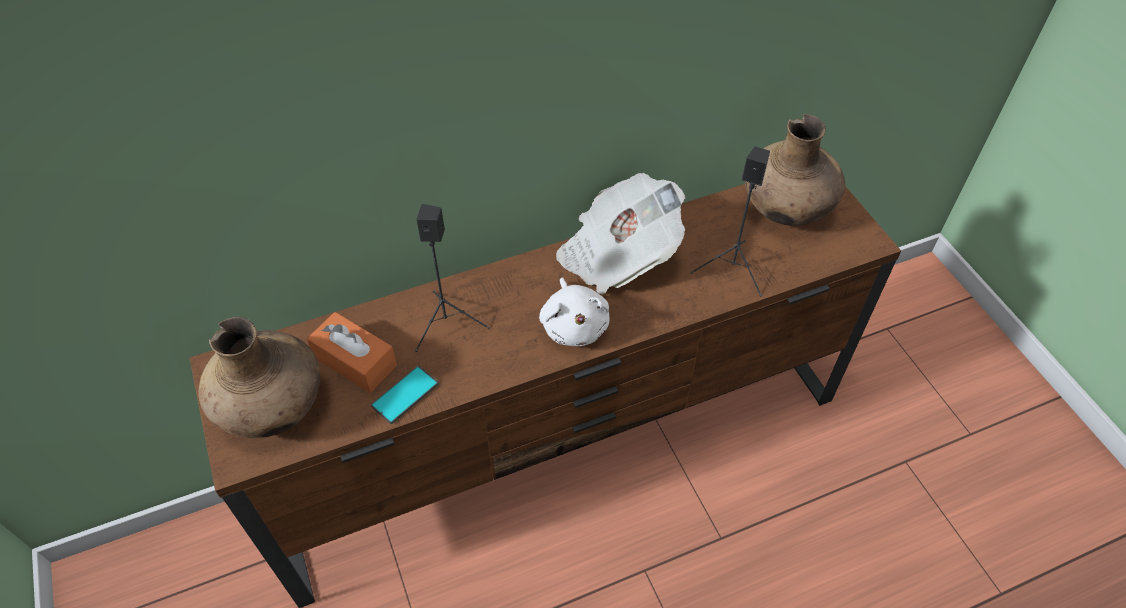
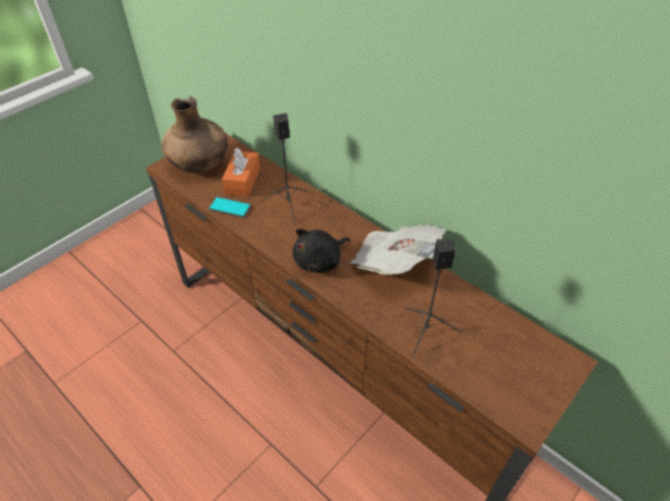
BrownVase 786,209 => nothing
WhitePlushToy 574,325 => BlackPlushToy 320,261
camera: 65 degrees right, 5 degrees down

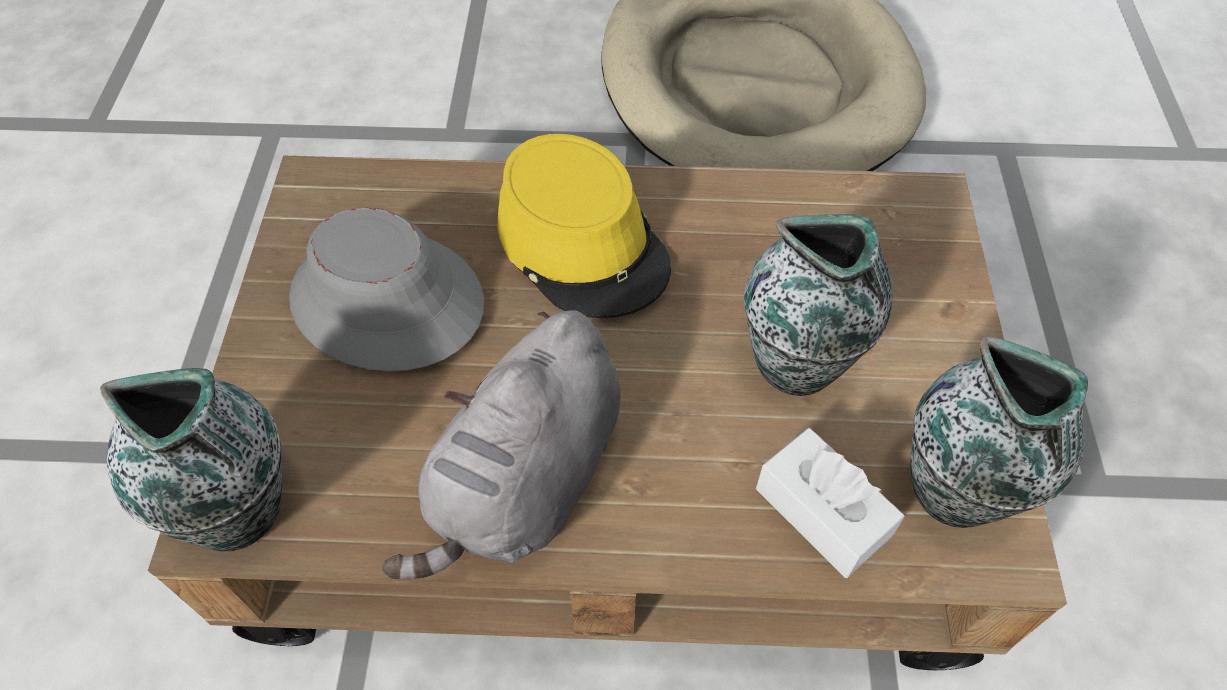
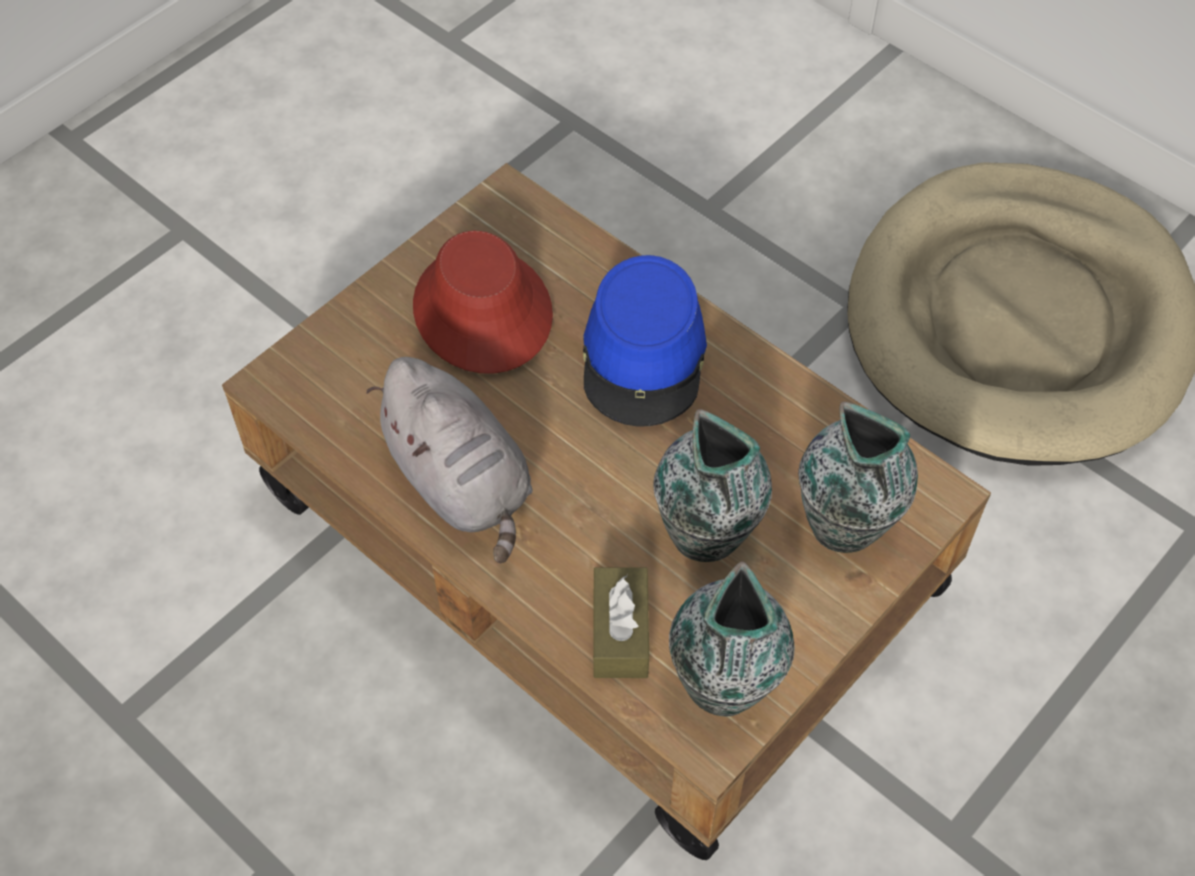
Vase 240,510 => Vase 845,525, relocated
GreyHat 386,301 => RedHat 482,311
YellowHat 583,243 => BlueHat 644,356
WhiteTissueBox 822,513 => BrownTissueBox 620,632
GreyPlushToy 526,482 => GreyPlushToy 461,483, 105 degrees counterclockwise
camera: 40 degrees right, 0 degrees up

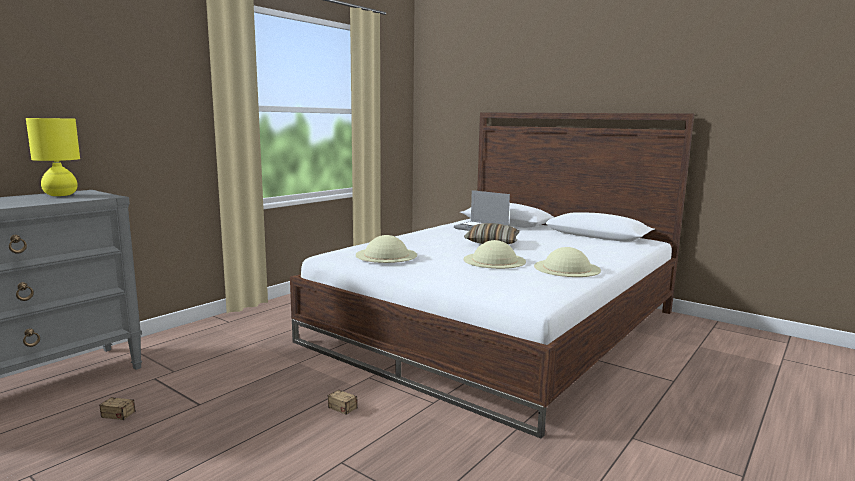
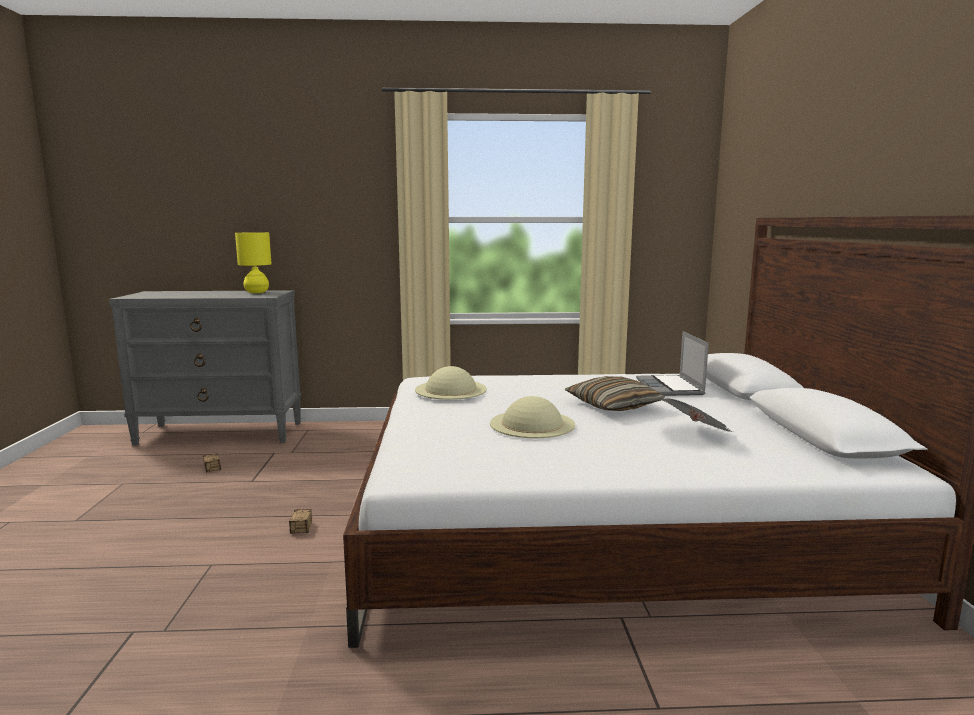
BeigeHat 567,268 => nothing
nothing => Newspaper 697,434
camera: 50 degrees right, 0 degrees up

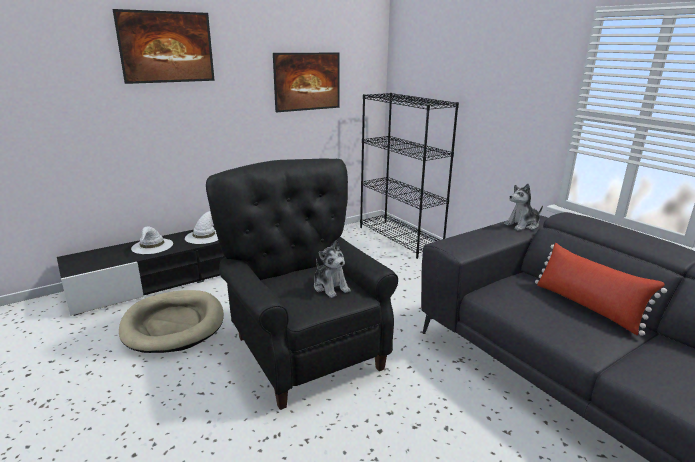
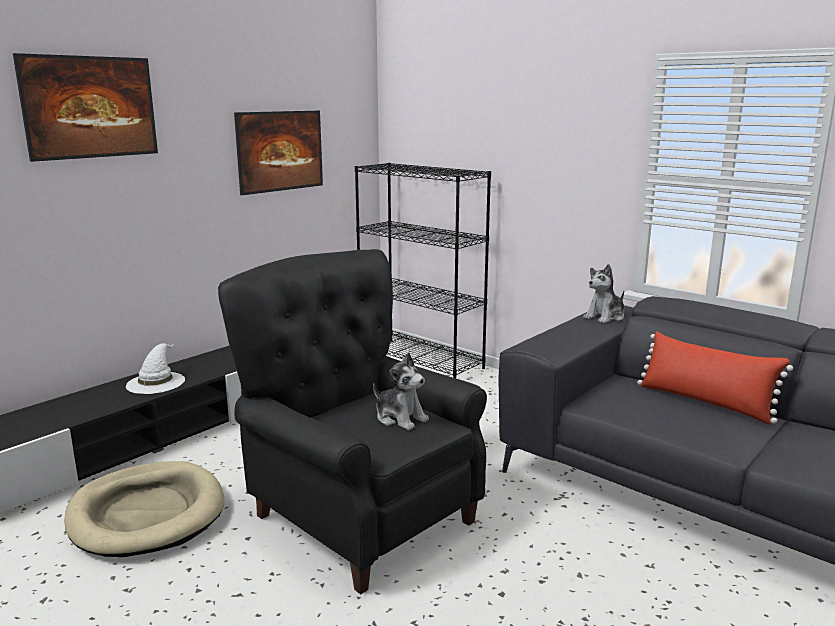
WhiteHat 152,246 => nothing
camera: 15 degrees left, 5 degrees down

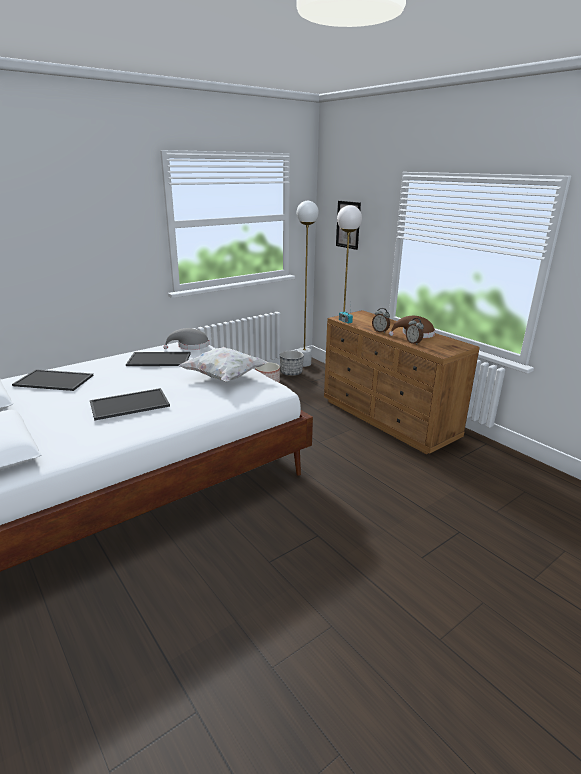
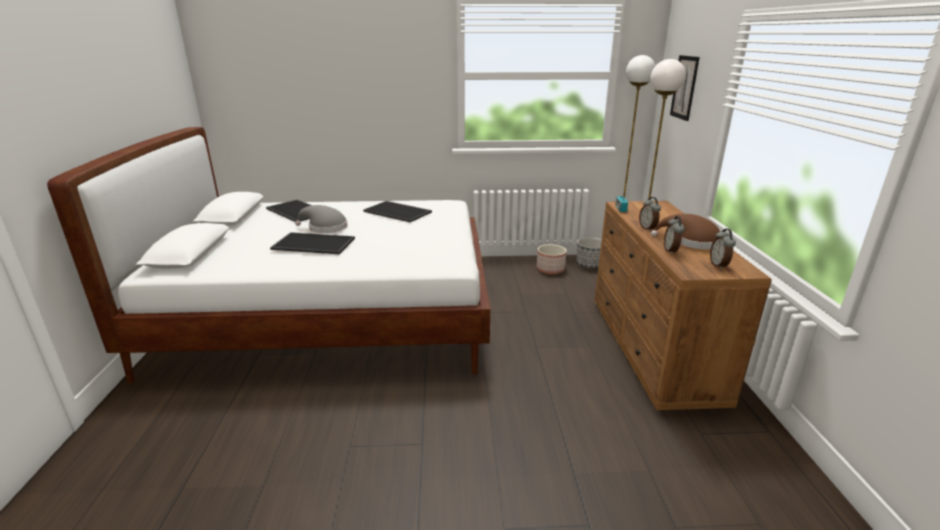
WhitePillow 225,377 => nothing
nothing => AlarmClock 719,265
GreyHat 191,346 => GreyHat 325,228, relocated
camera: 35 degrees right, 0 degrees up

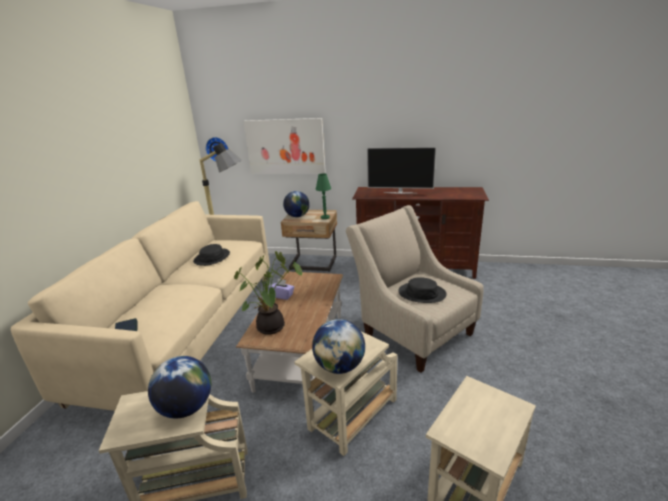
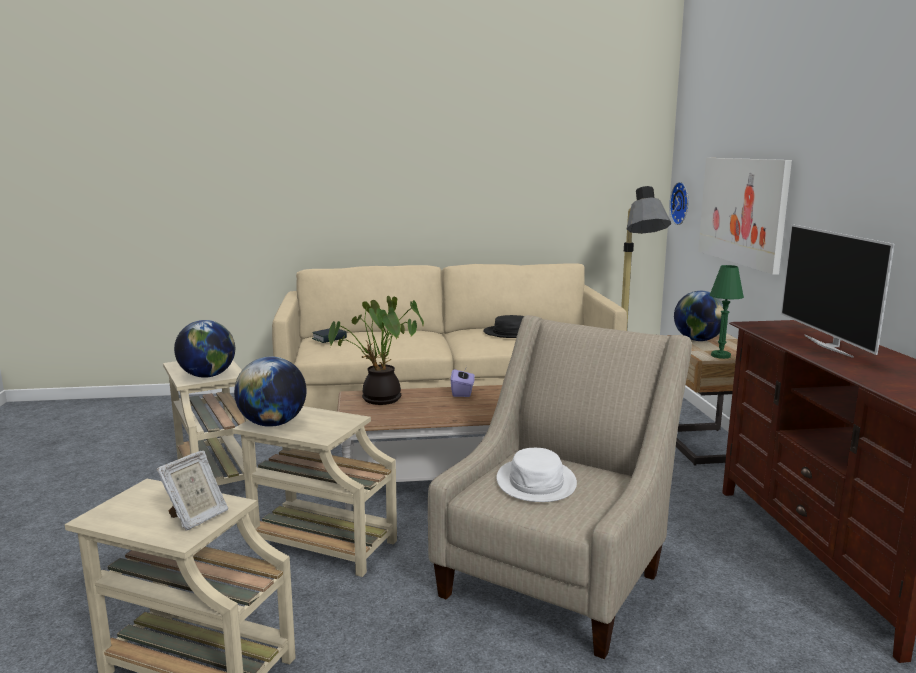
nothing => PictureFrame 196,518
BlackHat 422,293 => WhiteHat 536,482
camera: 70 degrees right, 10 degrees down

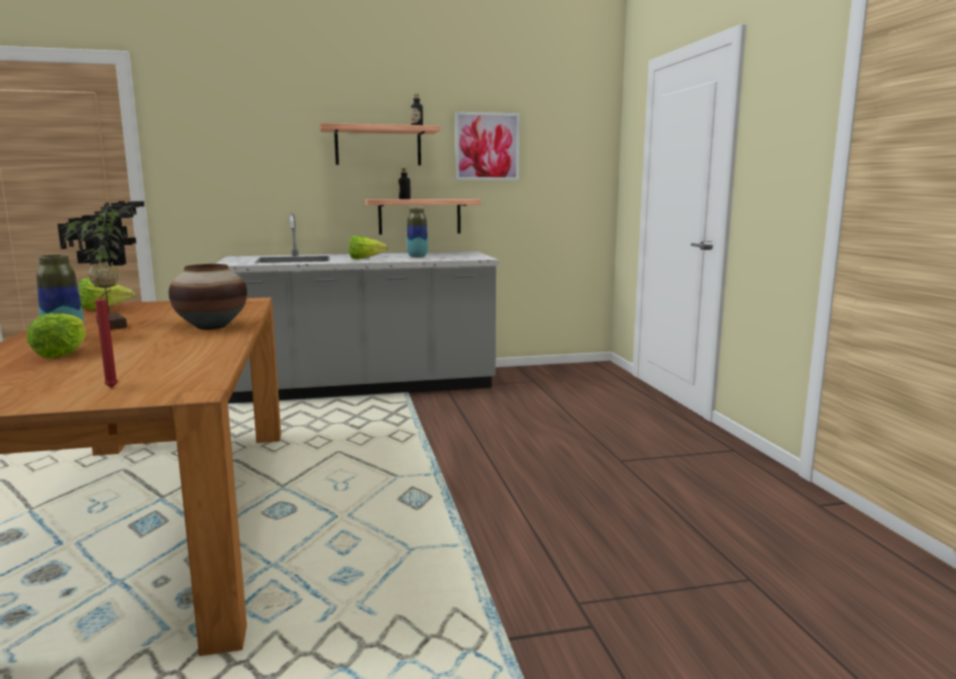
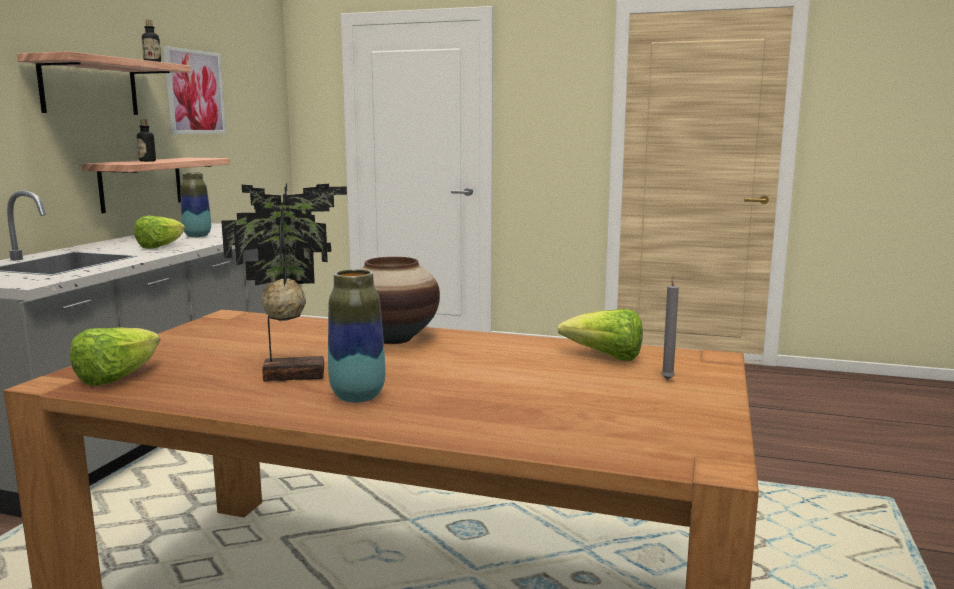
Lettuce 63,353 => Lettuce 605,357, relocated
RedCandle 114,387 => GreyCandle 667,379
camera: 60 degrees left, 0 degrees up

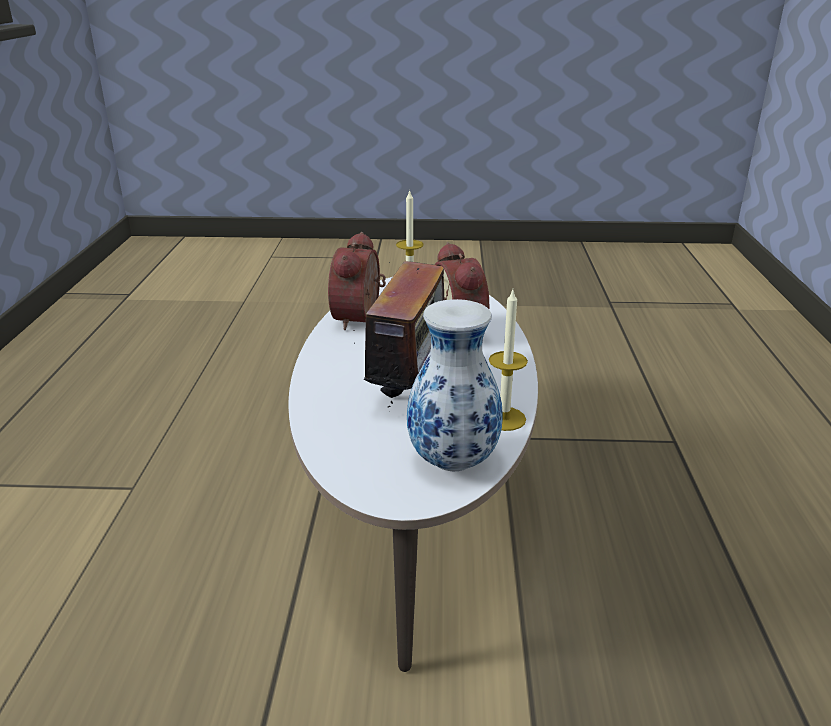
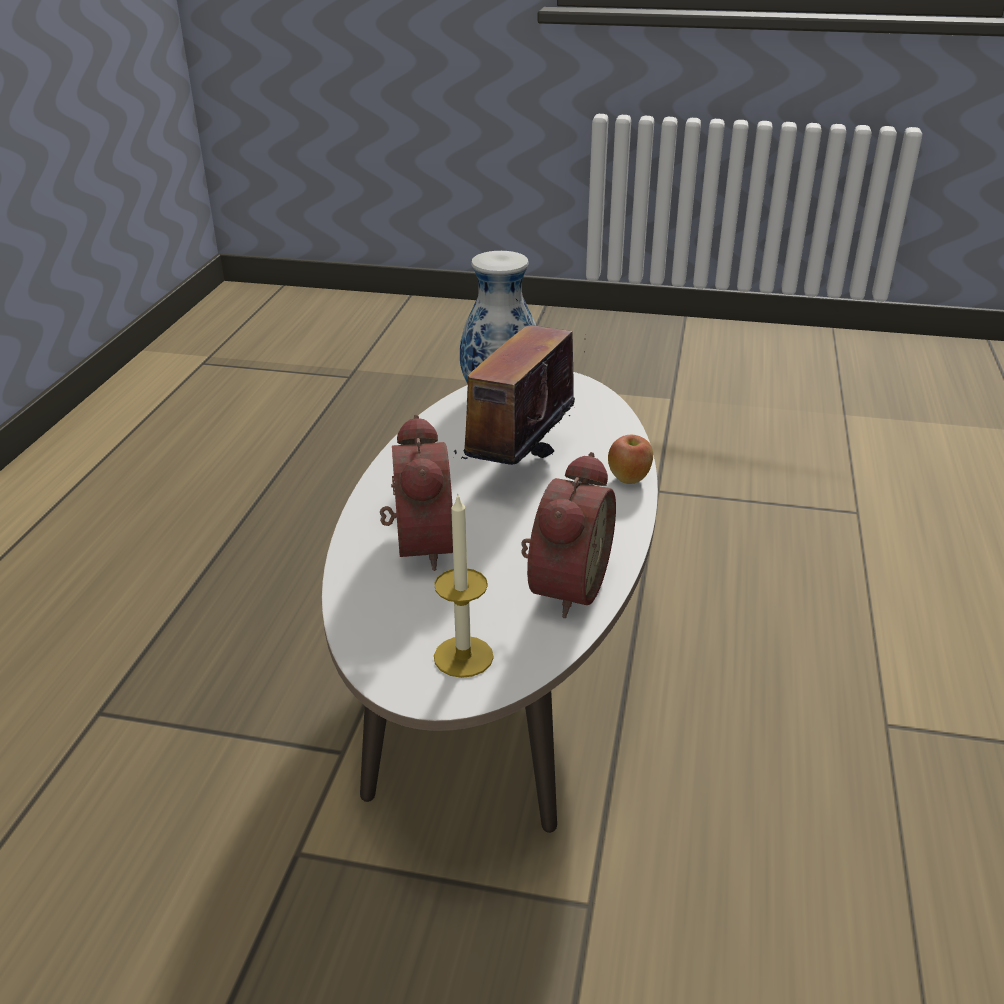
Candle 504,418 => nothing
nothing => Apple 629,478
camera: 170 degrees left, 5 degrees up

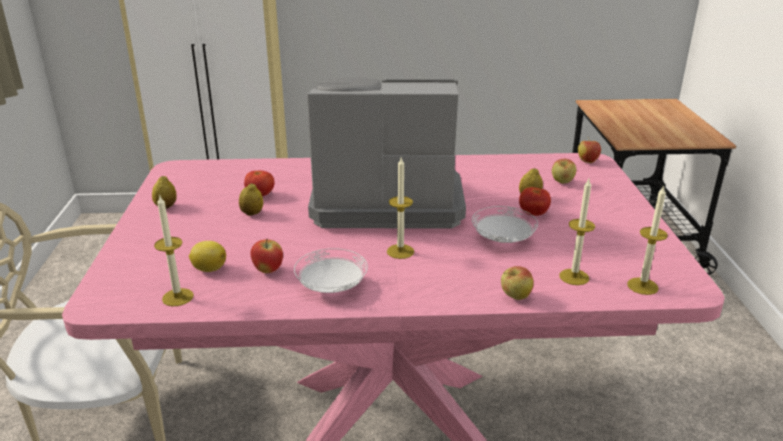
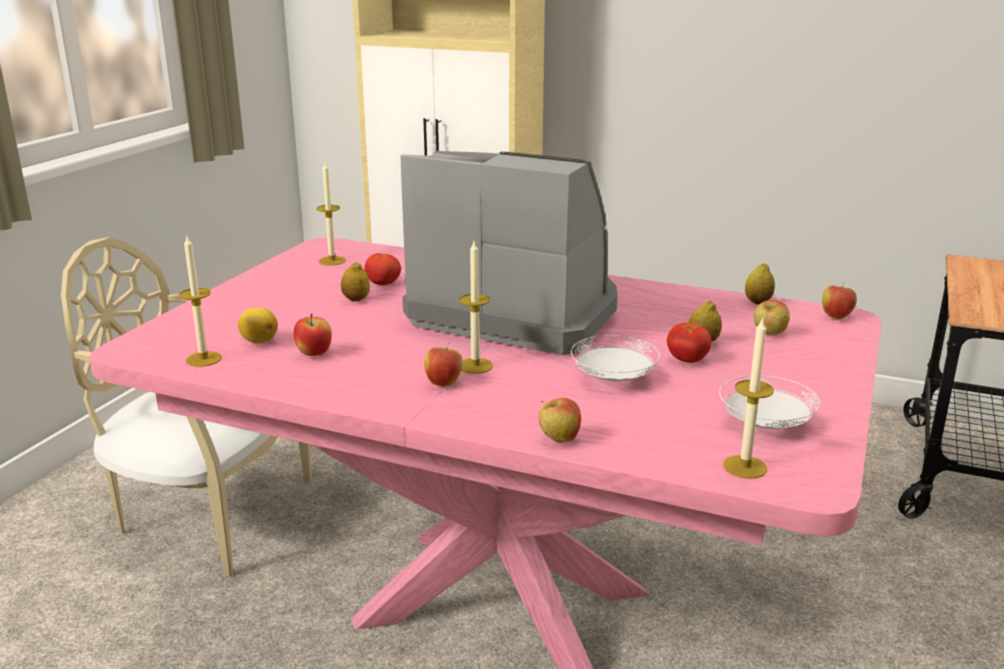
nothing => Apple 444,383
Lemon 166,206 => Lemon 758,302, relocated
WhitePlate 331,287 => WhitePlate 765,425, relocated
Candle 574,277 => Candle 332,261, relocated
camera: 25 degrees right, 5 degrees down

